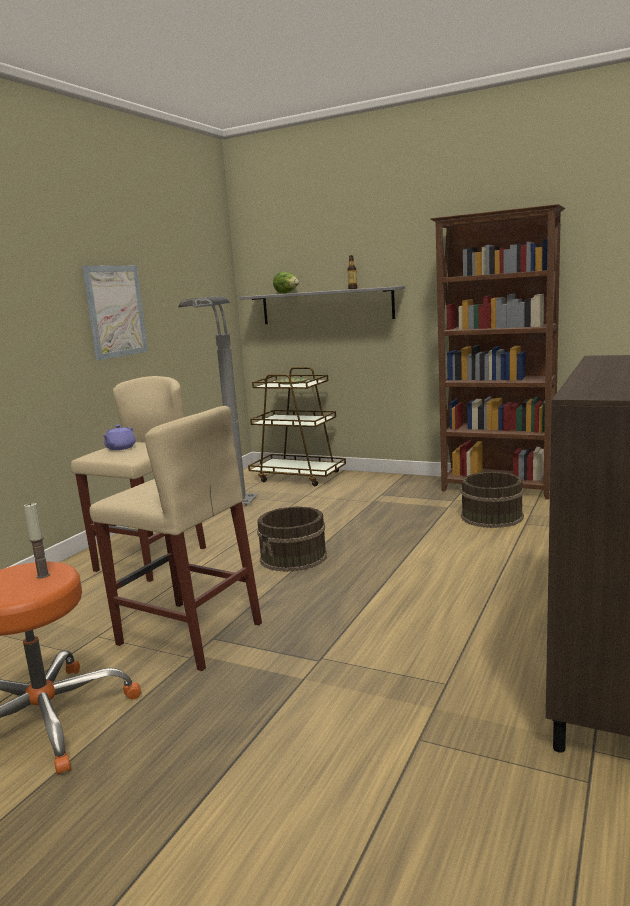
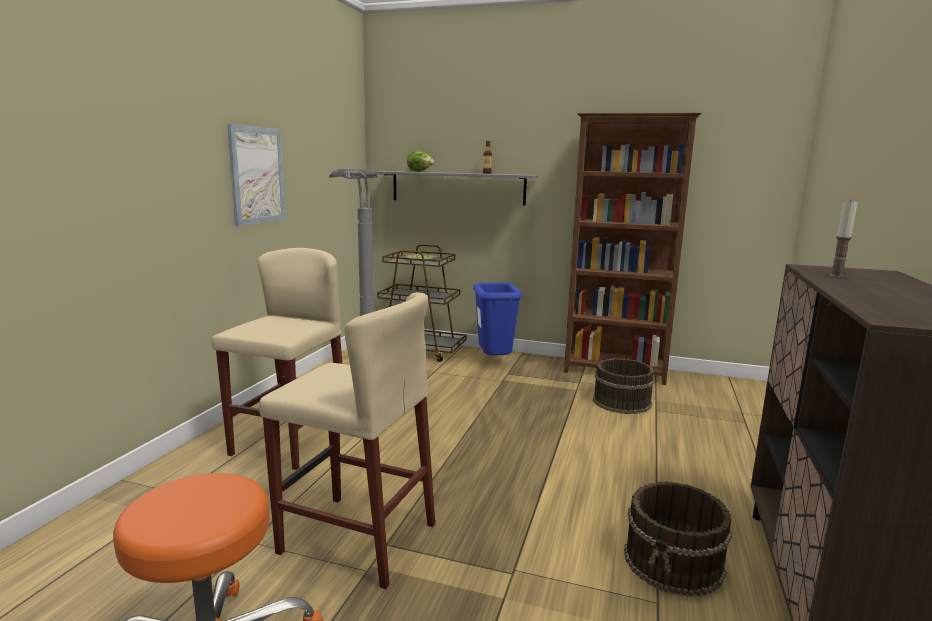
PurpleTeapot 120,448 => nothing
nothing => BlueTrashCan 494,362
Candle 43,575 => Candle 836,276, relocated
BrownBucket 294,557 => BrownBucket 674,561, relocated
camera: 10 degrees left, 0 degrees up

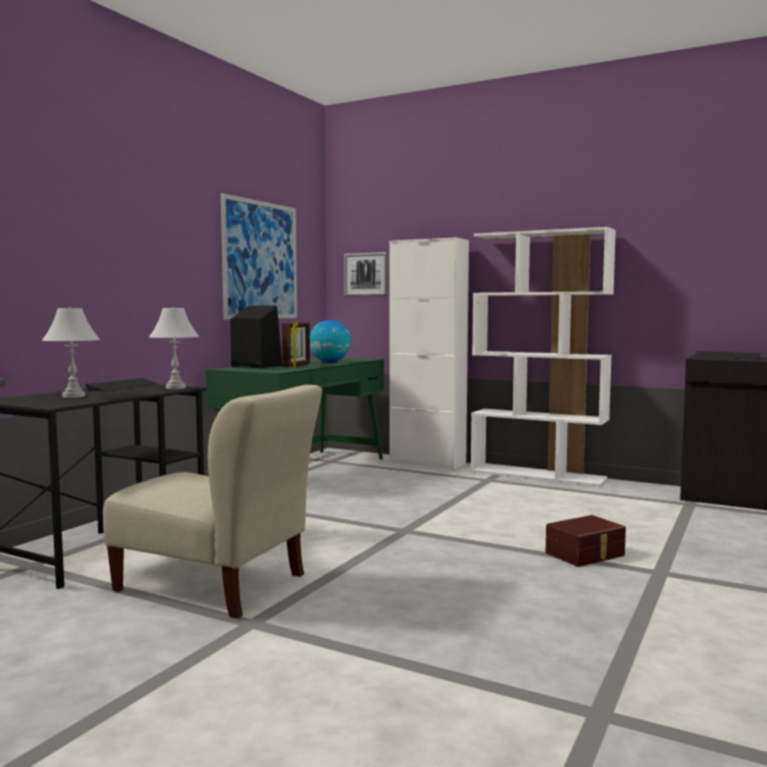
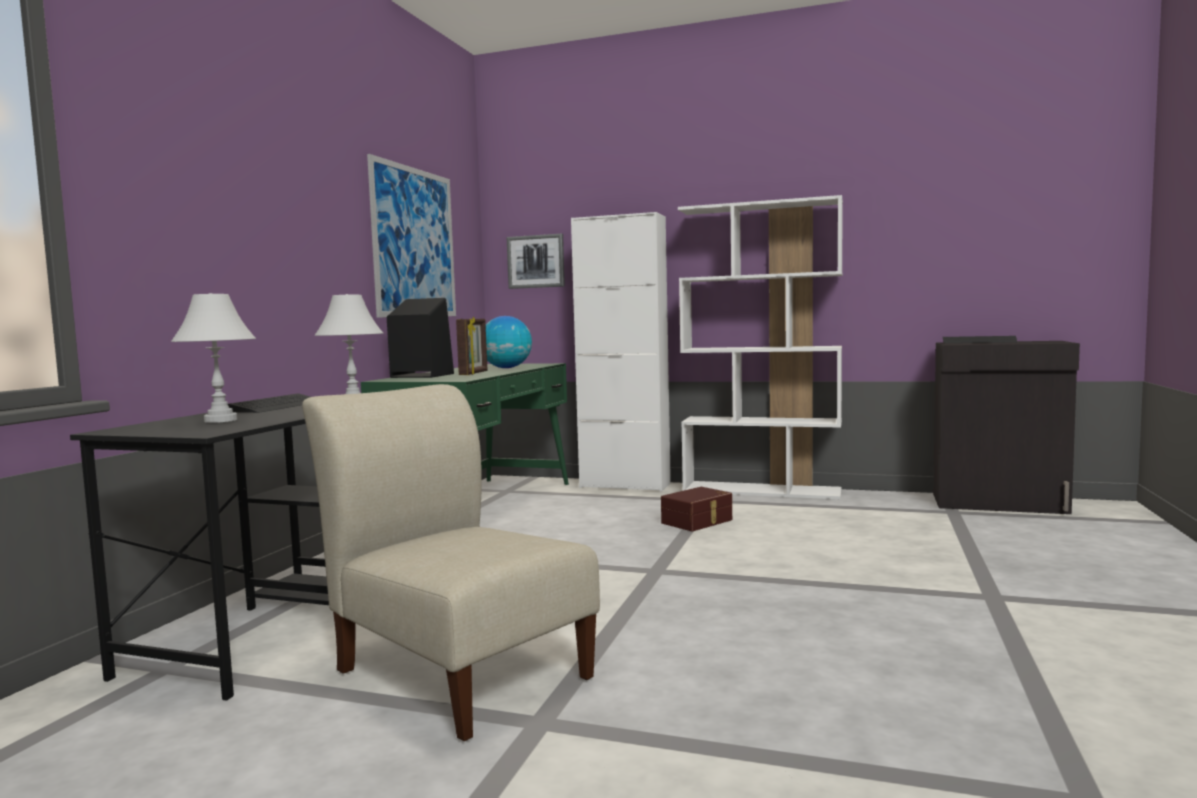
BrownStorageBox 586,554 => BrownStorageBox 698,522, relocated
BeigeChair 217,585 => BeigeChair 457,670, 150 degrees counterclockwise
camera: 10 degrees left, 0 degrees up

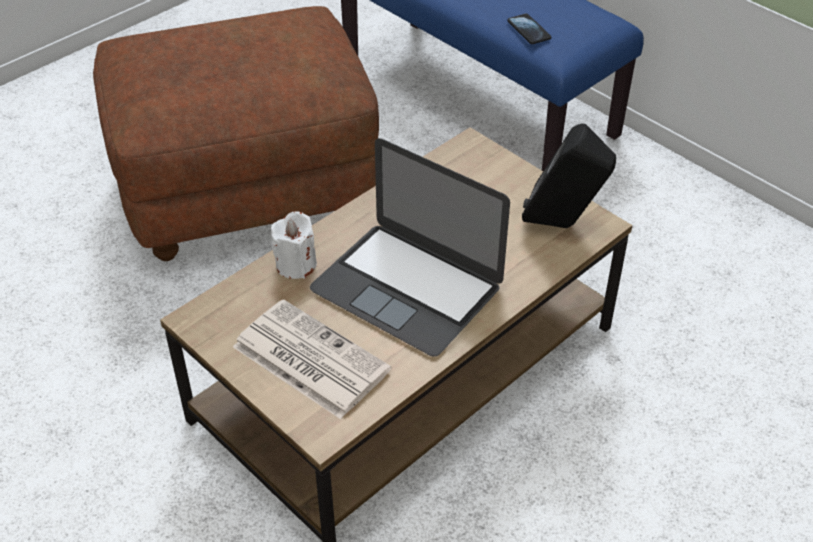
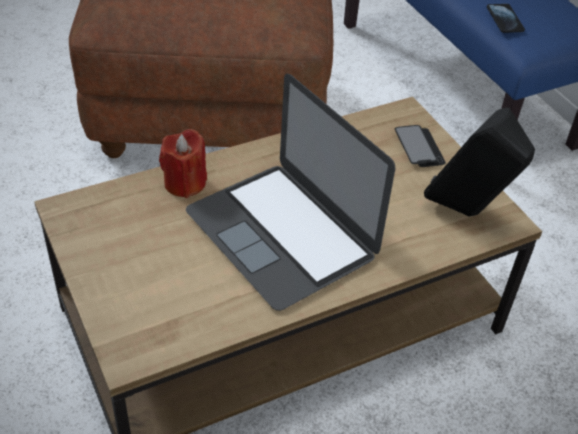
Newspaper 308,358 => nothing
nothing => Phone 419,147
WhiteCandle 296,264 => RedCandle 185,183
camera: 15 degrees right, 0 degrees up

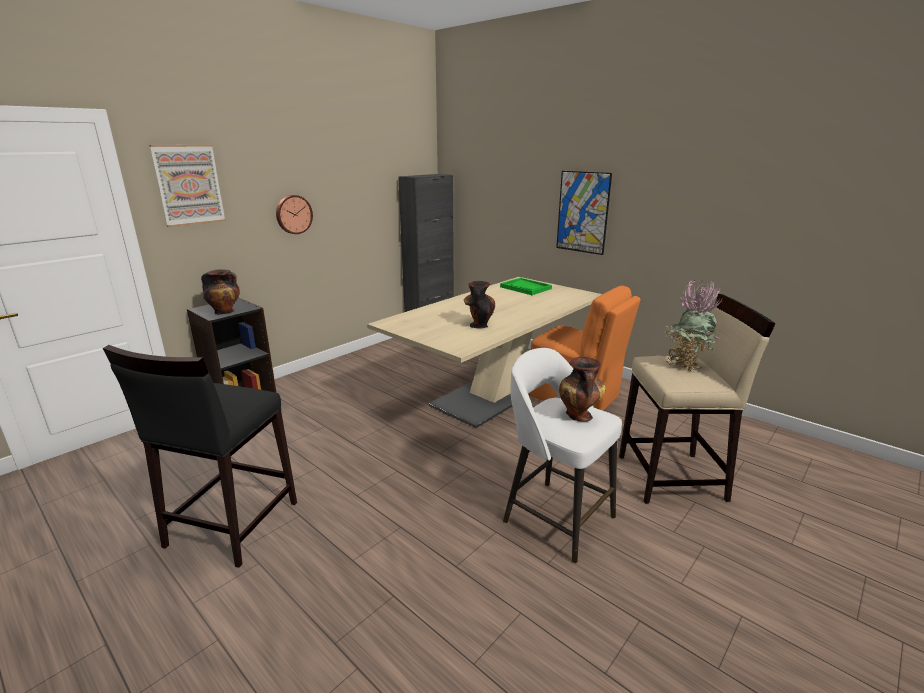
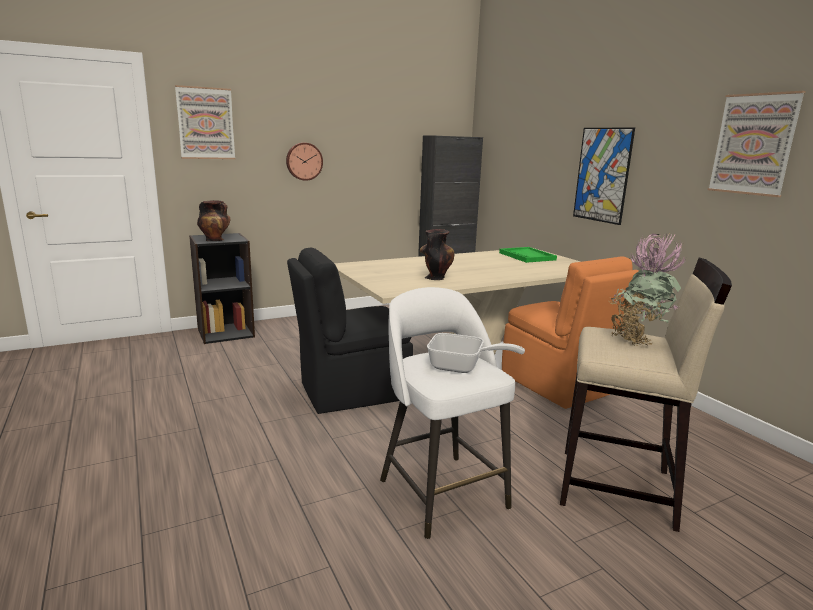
BlackStool 231,524 => nothing
nothing => BlackChair 351,391
nothing => Picture 754,144
Vase 579,416 => FryingPan 462,367
camera: 20 degrees right, 5 degrees down

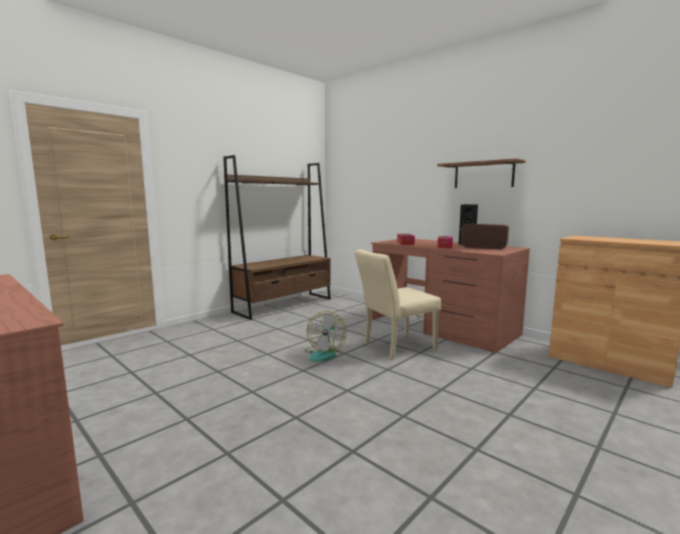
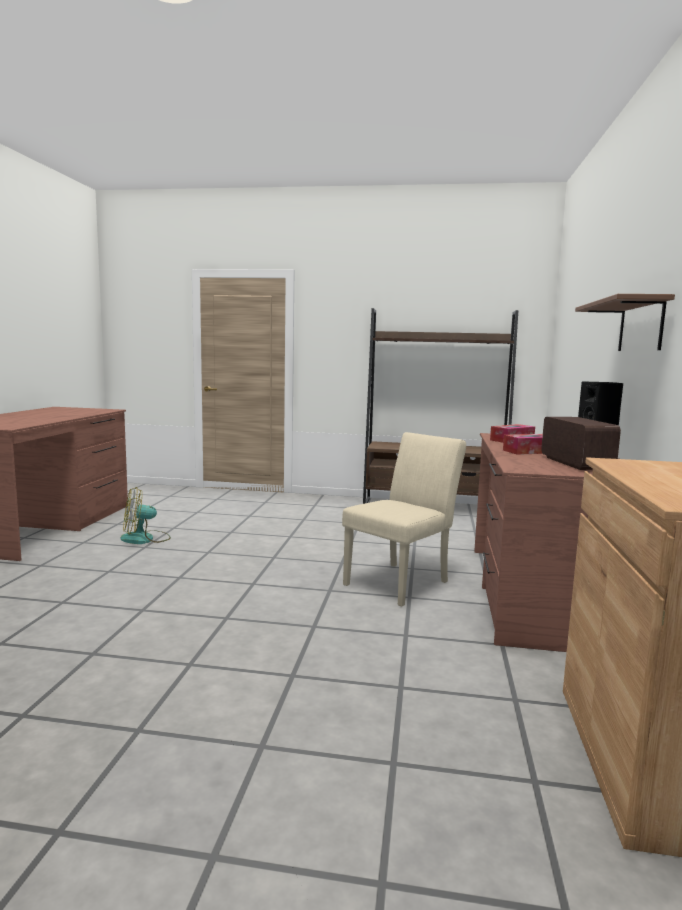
Fan 324,354 => Fan 145,539, relocated
BeigeChair 394,347 => BeigeChair 402,581, 105 degrees clockwise
camera: 55 degrees right, 0 degrees up

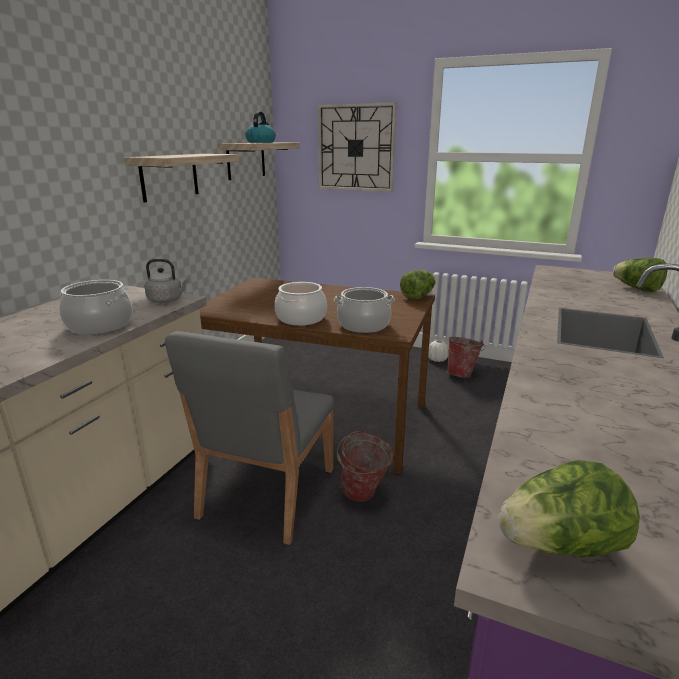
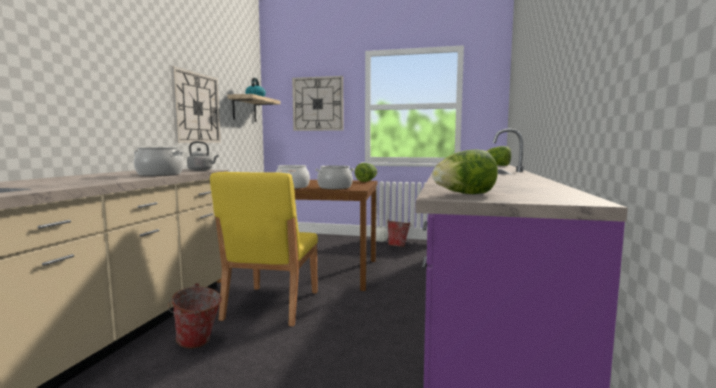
Bucket 363,496 => Bucket 197,344, relocated
Shelf 169,176 => WallClock 196,108
GreyChair 266,493 => YellowChair 271,305
camera: 10 degrees left, 15 degrees down

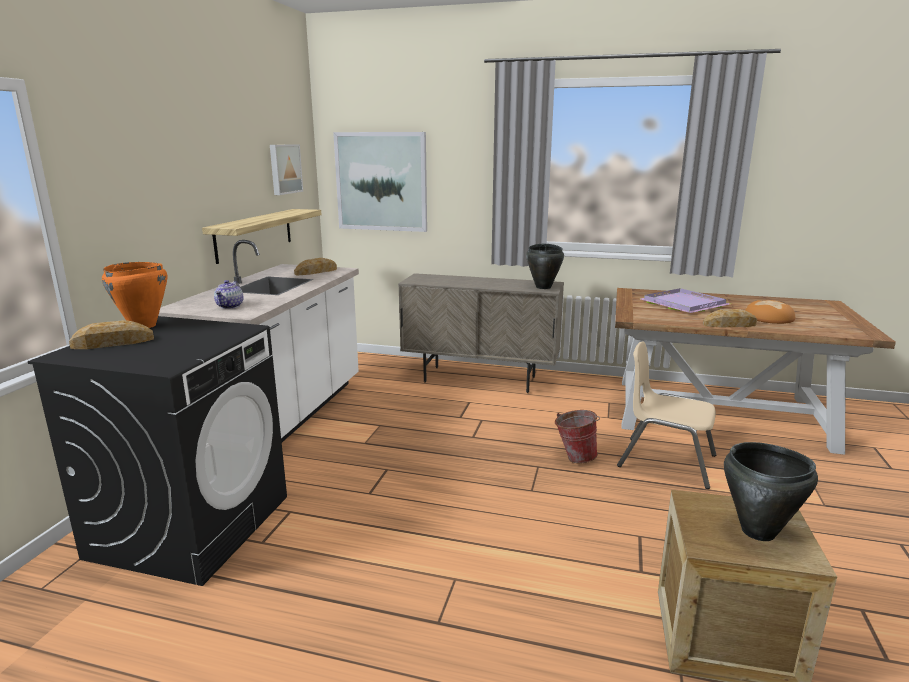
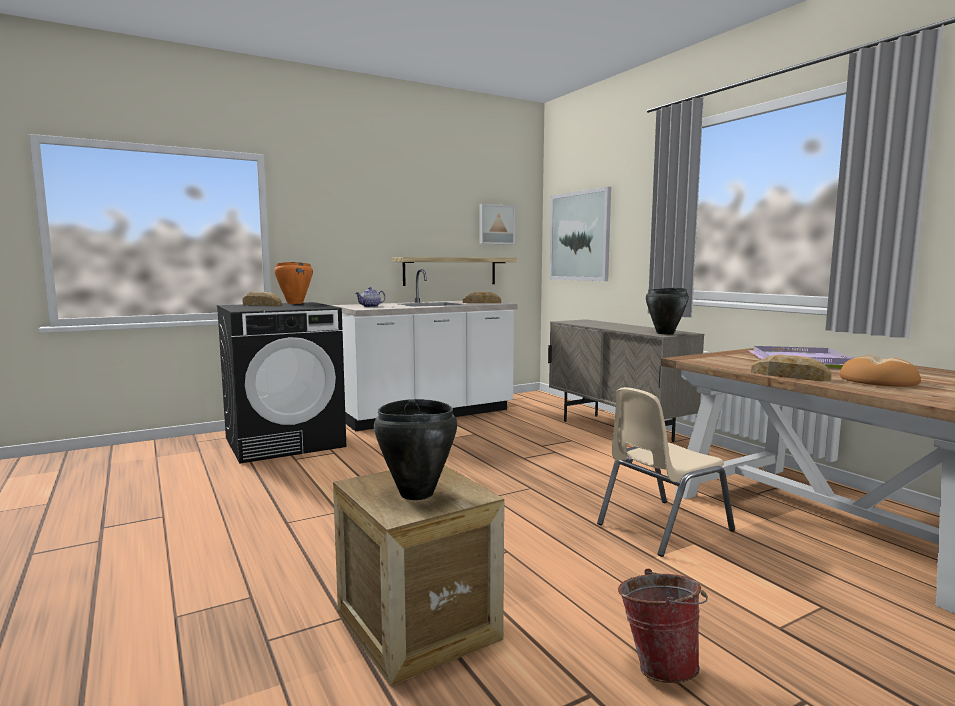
Bucket 574,457 => Bucket 659,664, relocated
BeigeChair 666,461 => BeigeChair 662,527, 105 degrees counterclockwise
camera: 45 degrees right, 10 degrees down

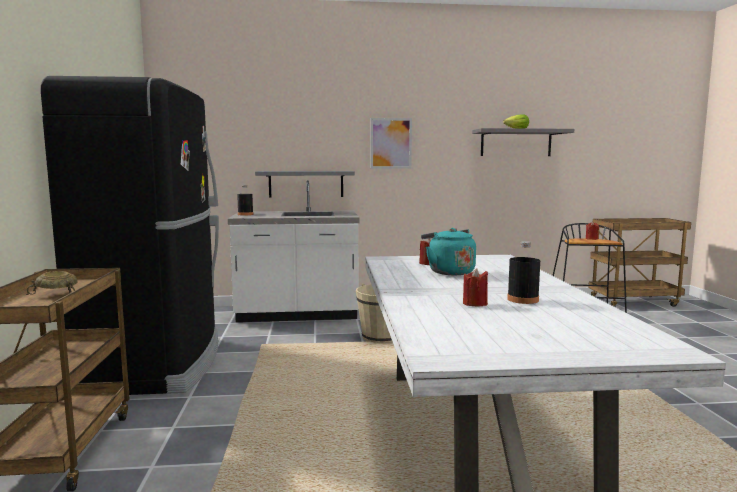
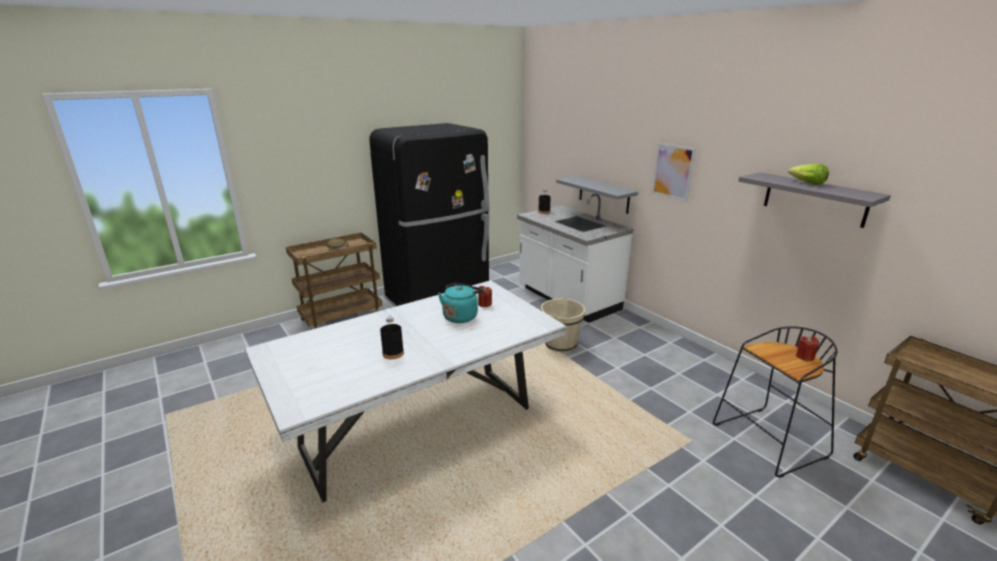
RedCandle 475,304 => nothing
camera: 60 degrees right, 15 degrees up

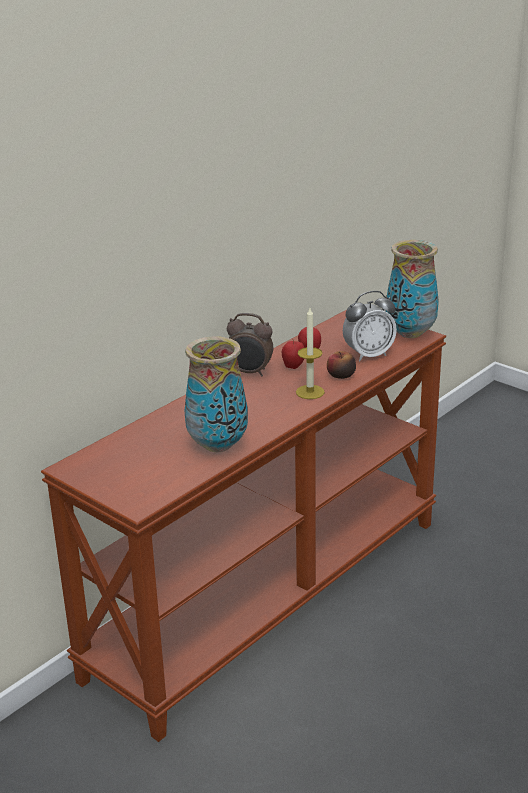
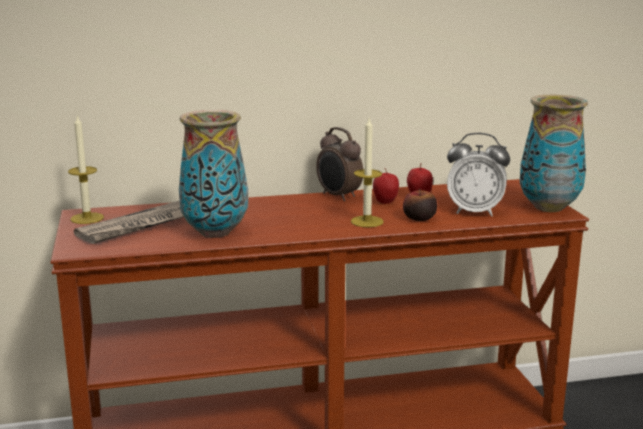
nothing => Candle 87,218
nothing => Newspaper 143,225
camera: 35 degrees right, 10 degrees down

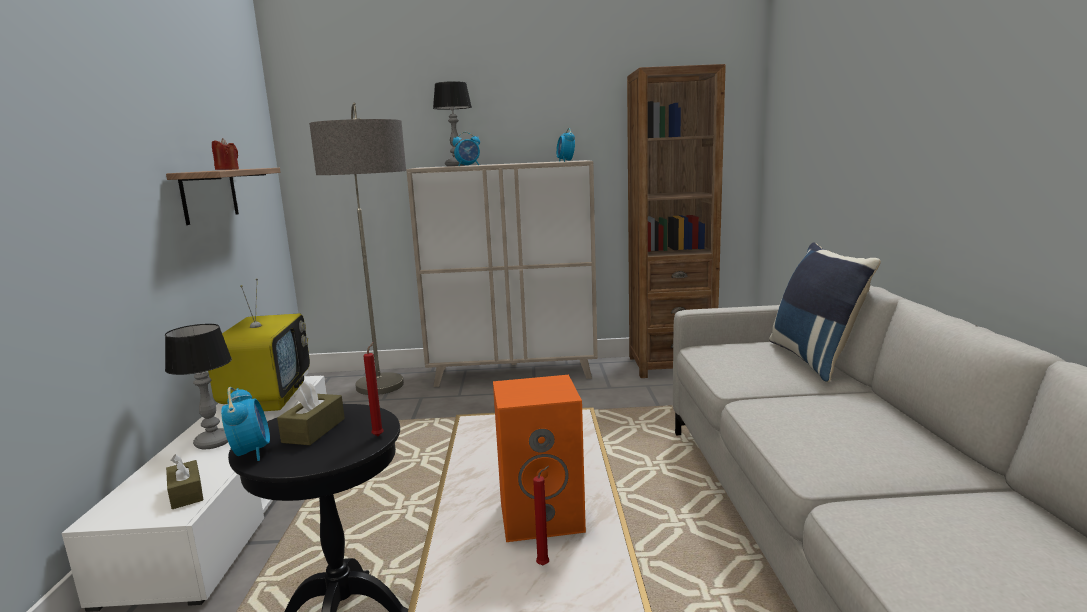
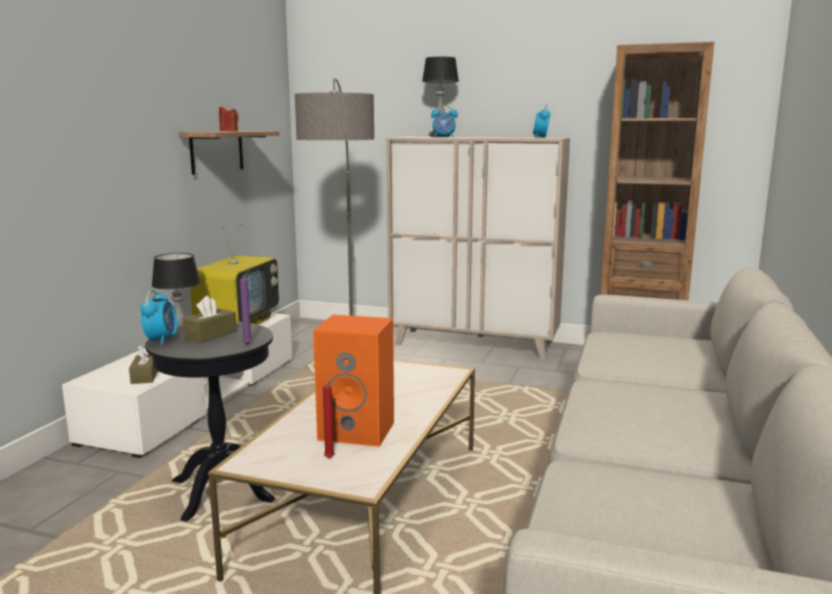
BluePillow 815,359 => nothing
RedCandle 379,435 => PurpleCandle 249,344
camera: 20 degrees right, 0 degrees up

